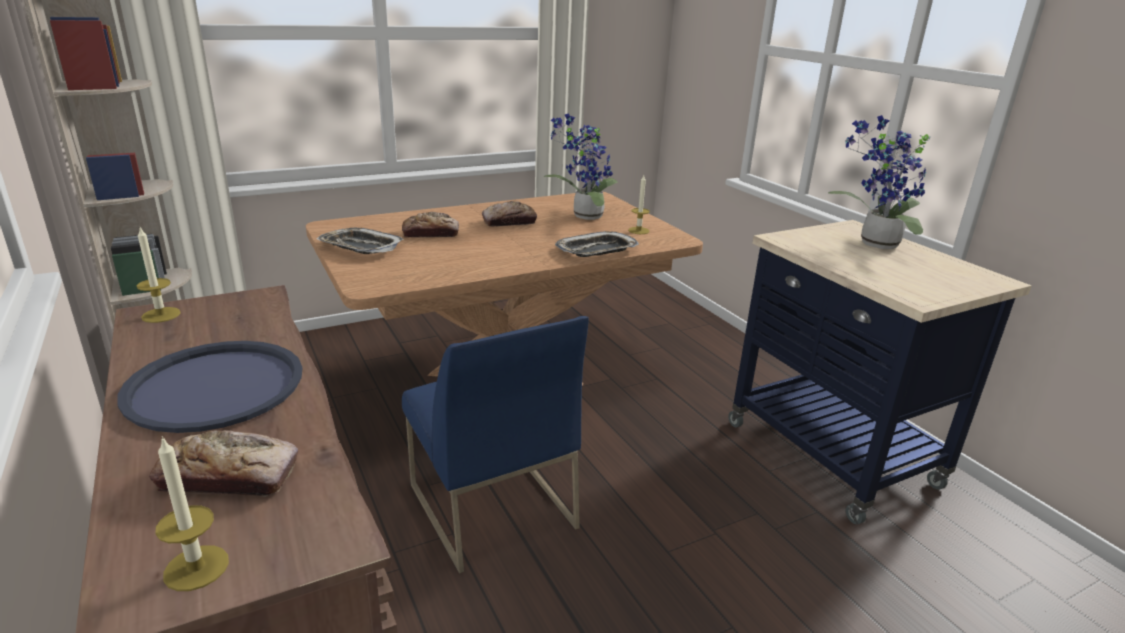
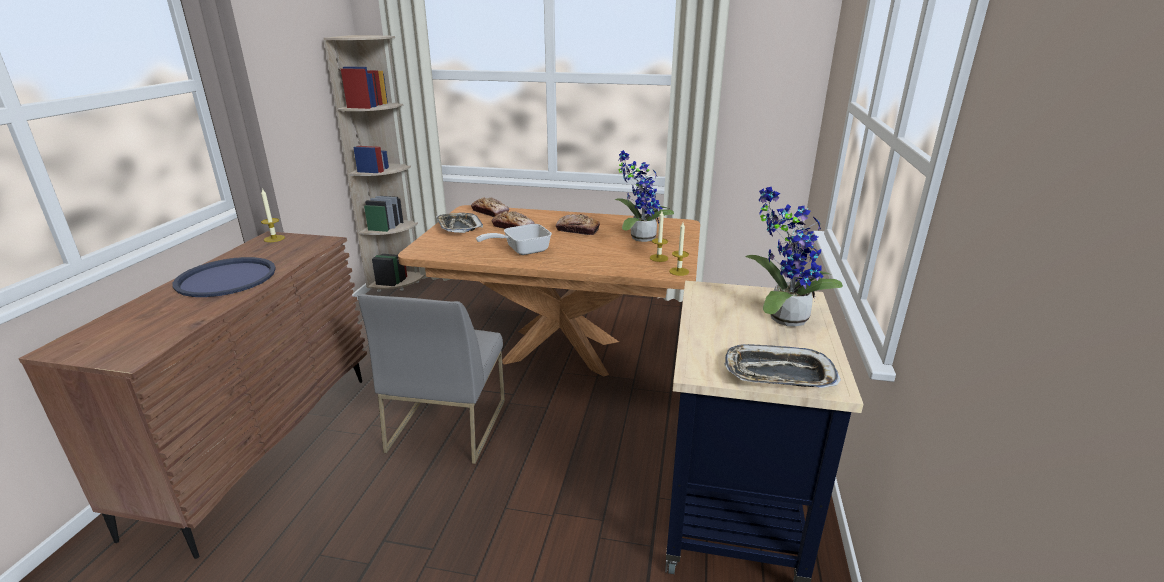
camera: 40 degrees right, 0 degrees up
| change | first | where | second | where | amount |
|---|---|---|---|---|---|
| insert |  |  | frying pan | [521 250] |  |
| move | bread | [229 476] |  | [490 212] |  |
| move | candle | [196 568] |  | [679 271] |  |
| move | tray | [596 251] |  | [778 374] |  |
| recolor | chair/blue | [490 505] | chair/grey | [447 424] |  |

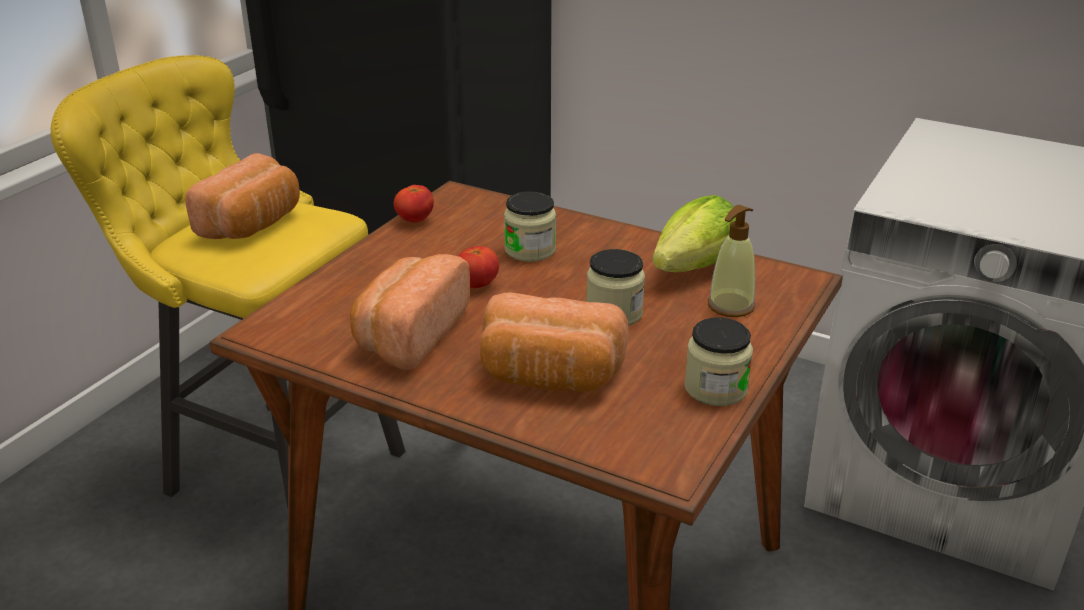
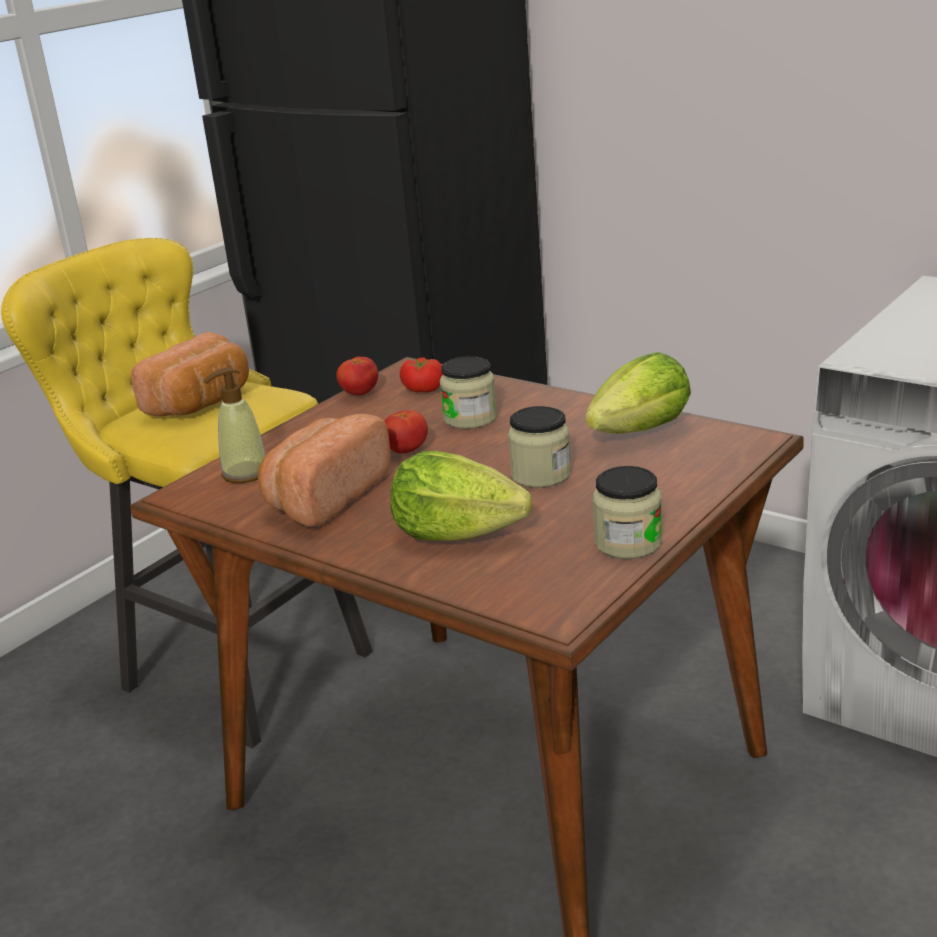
camera: 10 degrees right, 5 degrees down
| change | first | where | second | where | amount |
|---|---|---|---|---|---|
| insert |  |  | tomato | [424 388] |  |
| move | soap dispenser | [730 306] |  | [245 473] |  |
| replace | bread | [550 377] | lettuce | [456 533] |  |

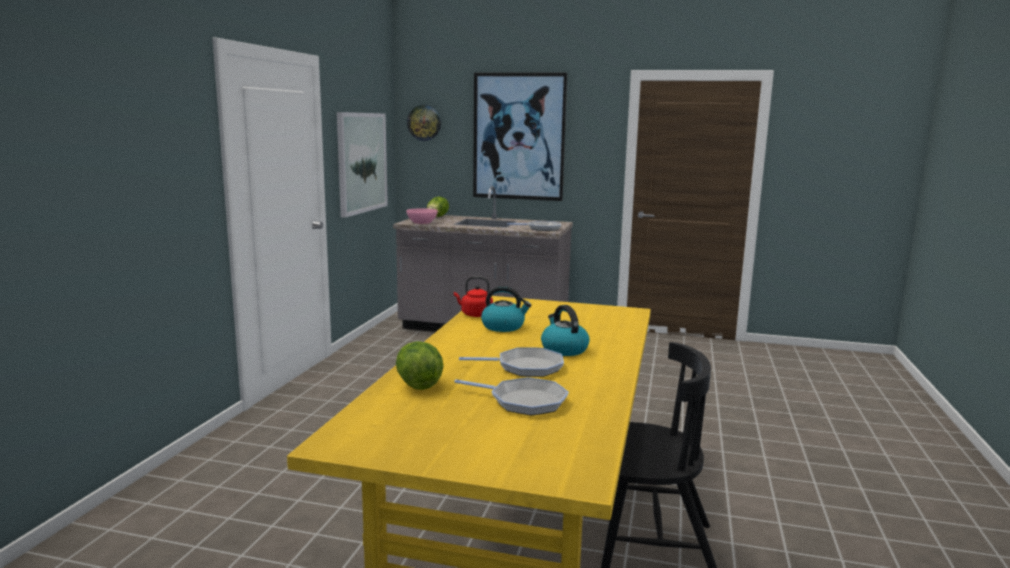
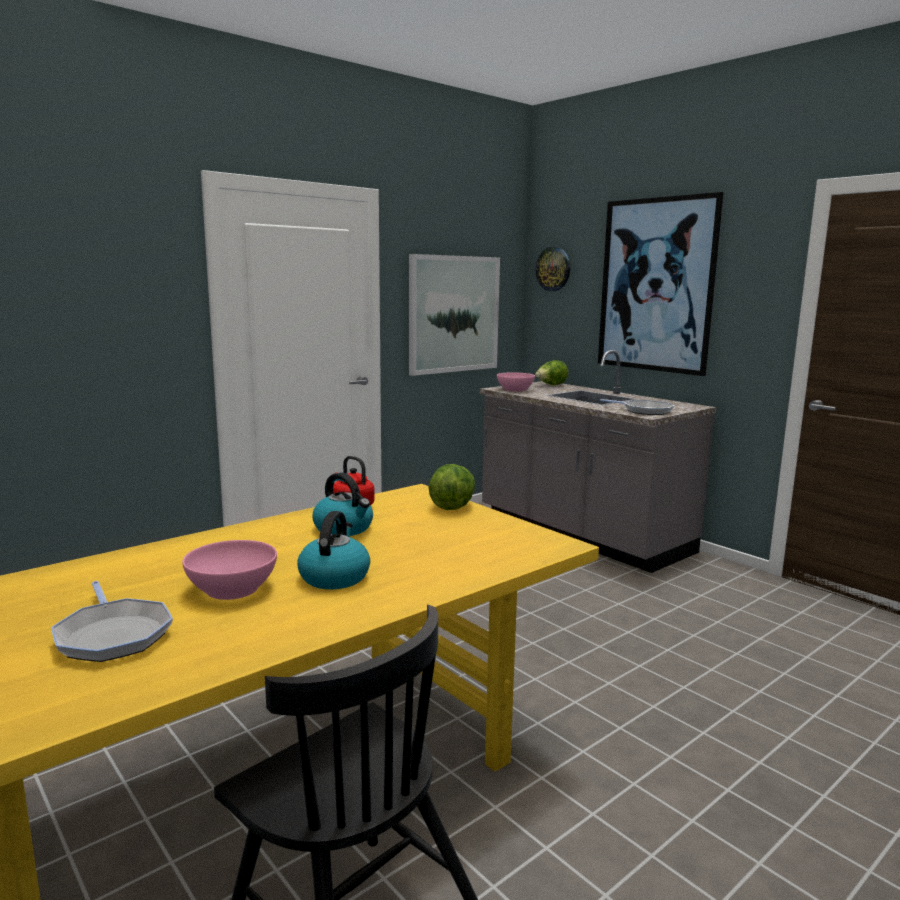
camera: 35 degrees right, 0 degrees up
| change | first | where | second | where | amount |
|---|---|---|---|---|---|
| move | lettuce | [418 384] |  | [452 506] |  |
| replace | frying pan | [525 367] | bowl/pink | [232 588] |  |

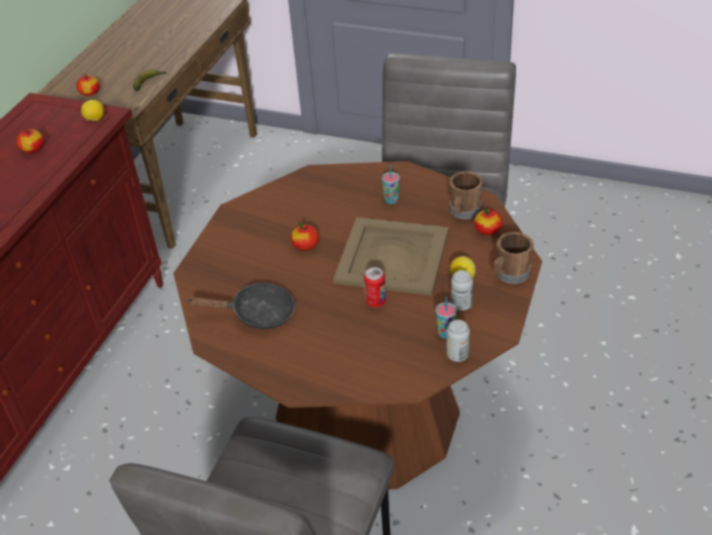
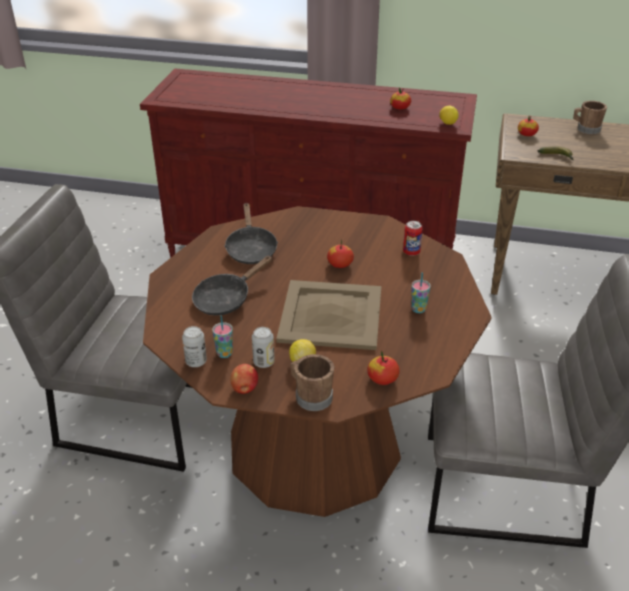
camera: 80 degrees right, 5 degrees down
| change | first | where | second | where | amount |
|---|---|---|---|---|---|
| insert |  |  | frying pan/black | [226 299] |  |
| insert |  |  | apple | [244 389] |  |
| move | can | [375 301] |  | [411 252] |  |
| move | mug/brown | [463 212] |  | [585 129] |  |

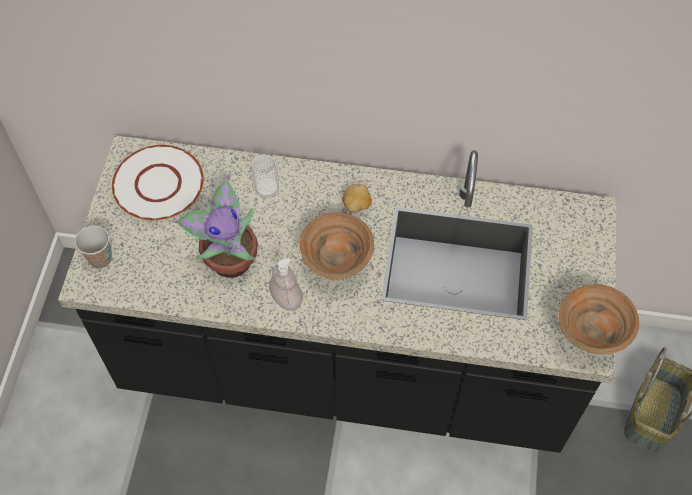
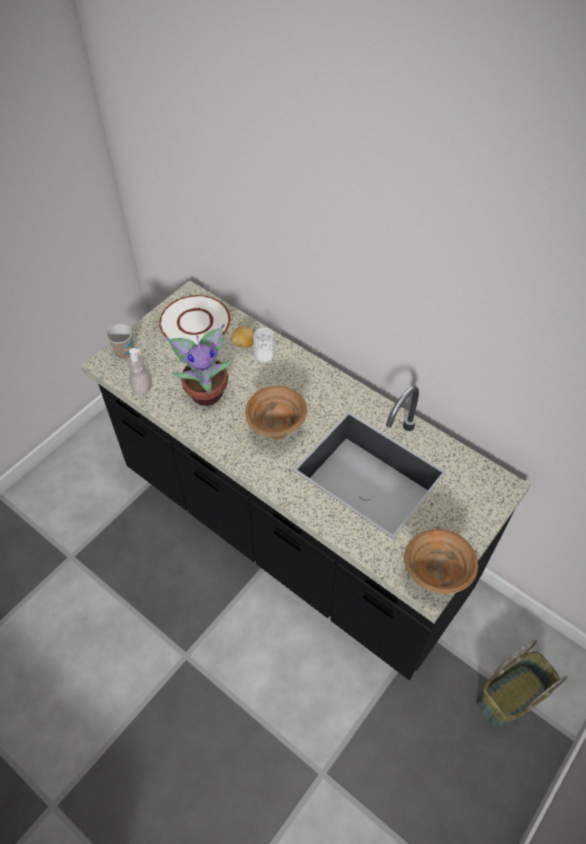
camera: 30 degrees right, 5 degrees down
| change | first | where | second | where | amount |
|---|---|---|---|---|---|
| move | soap dispenser | [286 299] |  | [142 387] |  |
| move | potato | [357 206] |  | [244 344] |  |

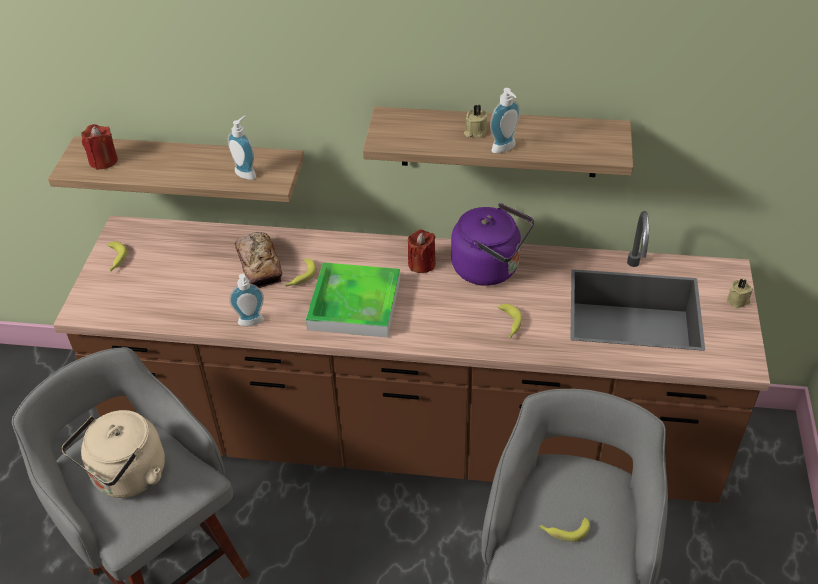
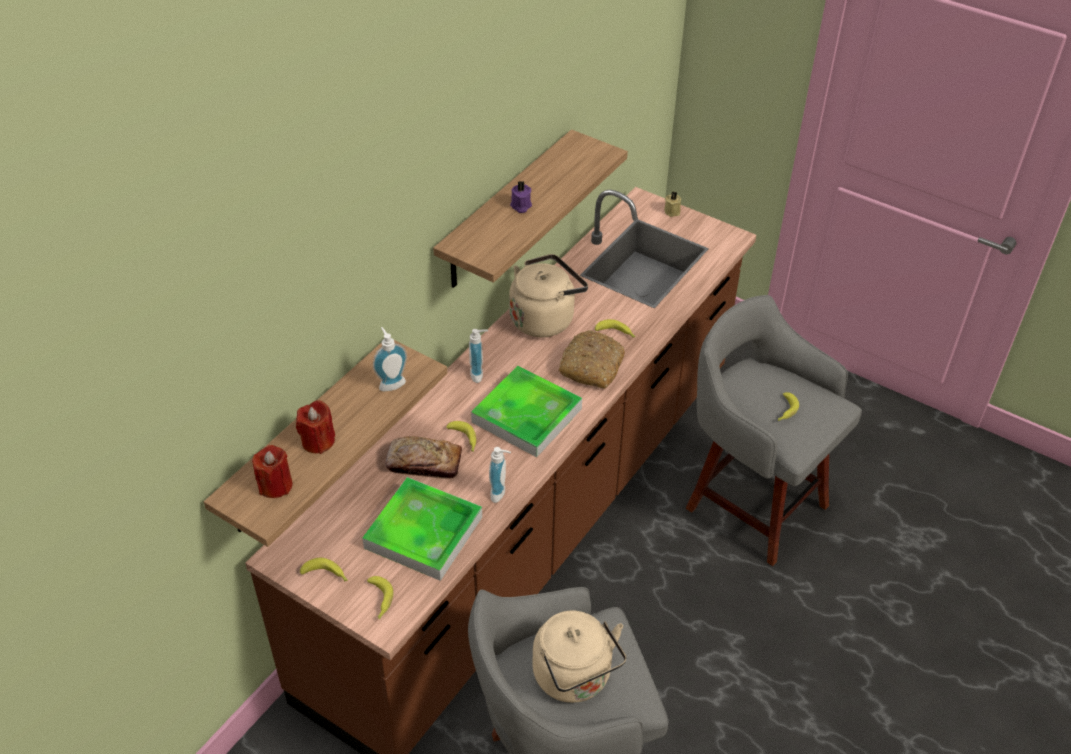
camera: 65 degrees left, 0 degrees up
| change | first | where | second | where | amount |
|---|---|---|---|---|---|
| insert |  |  | tray | [423 532] |  |
| insert |  |  | banana | [379 601] |  |
| insert |  |  | bread | [591 366] |  |
| move | candle/red | [421 264] |  | [318 441] |  |
| move | soap dispenser | [505 149] |  | [479 374] |  |
| recolor | kettle/purple | [490 268] | kettle/beige | [545 318] |  |
| recolor | candle/beige | [475 131] | candle/purple | [520 206] |  |

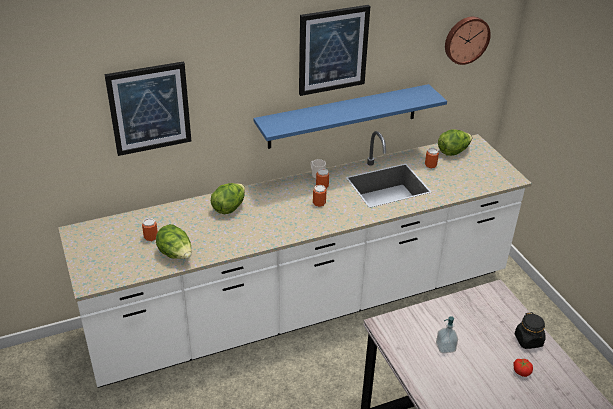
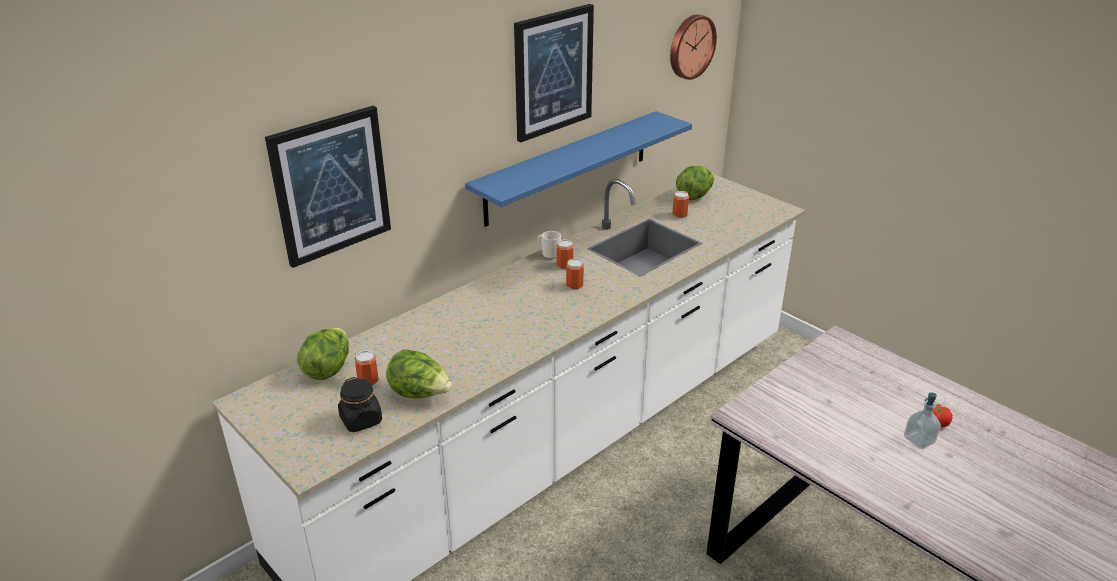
camera: 20 degrees left, 5 degrees down
| change | first | where | second | where | amount |
|---|---|---|---|---|---|
| move | lettuce | [229 207] |  | [328 368] |  |
| move | soap dispenser | [445 347] |  | [919 440] |  |
| move | jar/black | [528 340] |  | [361 420] |  |

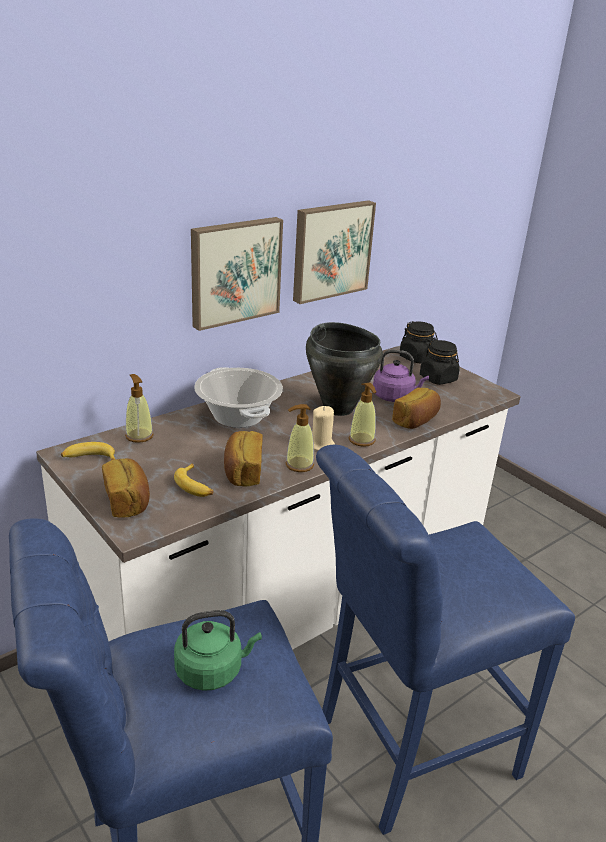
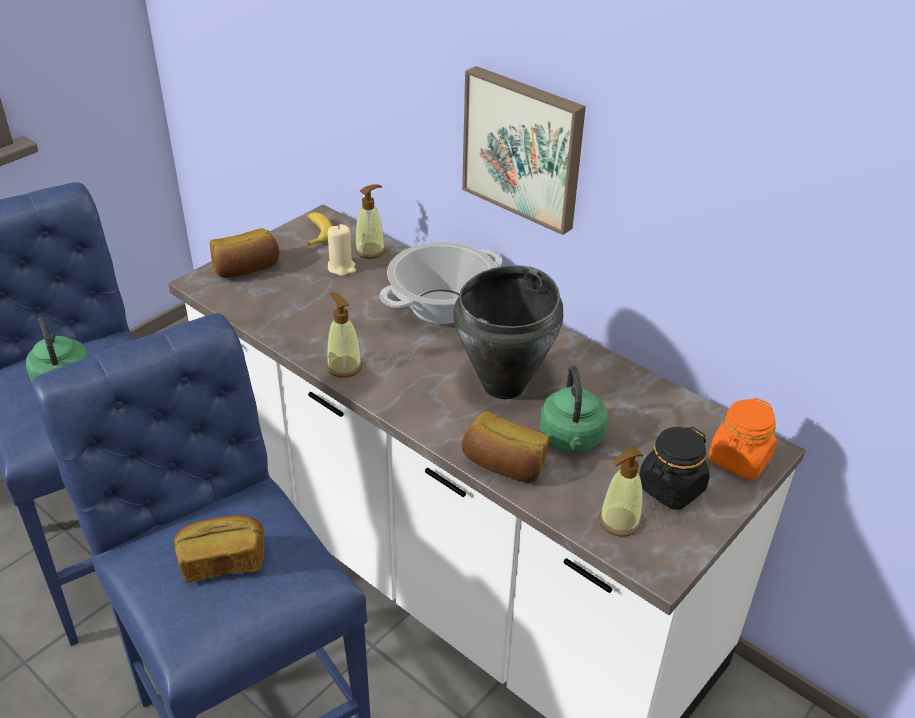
camera: 80 degrees right, 10 degrees up
| change | first | where | second | where | amount |
|---|---|---|---|---|---|
| delete | banana | [195 486] |  |  |  |
| delete | picture | [330 250] |  |  |  |
| move | bread | [242 472] |  | [222 561] |  |
| move | candle/beige | [321 445] |  | [341 268] |  |
| move | soap dispenser | [362 440] |  | [619 522] |  |
| recolor | kettle/purple | [395 397] | kettle/green | [572 439] |  |
| recolor | jar/black | [417 358] | jar/orange | [739 460] |  |

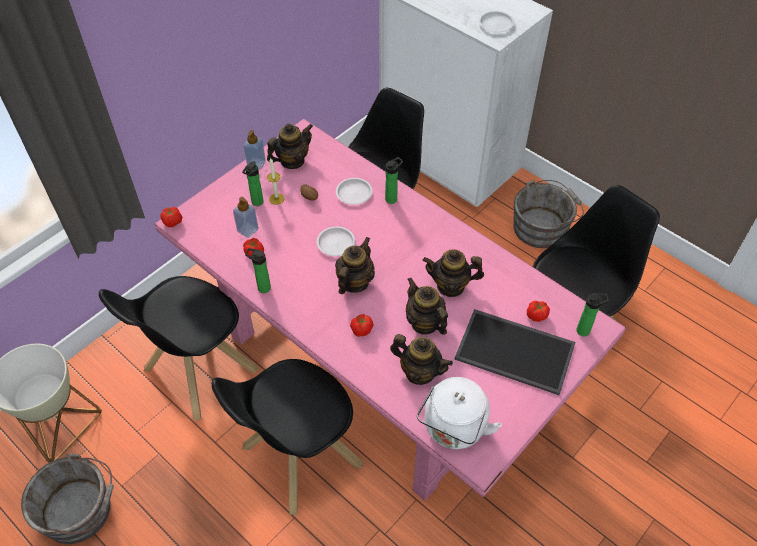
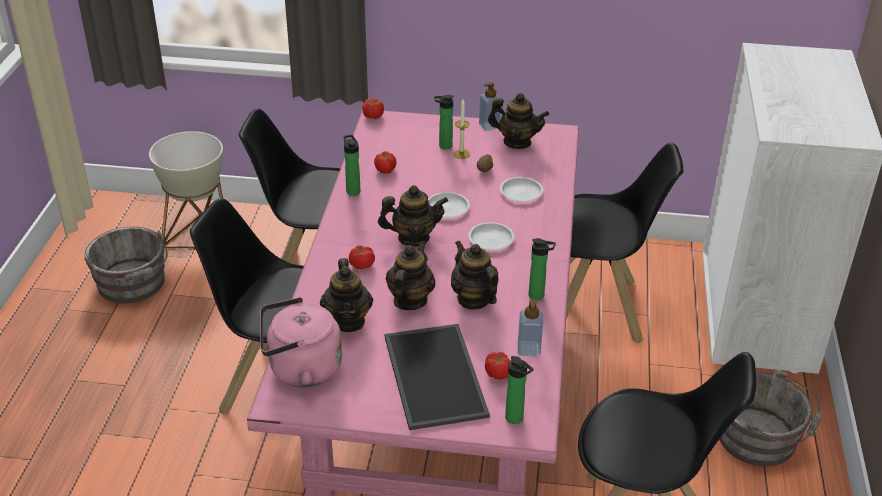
camera: 55 degrees right, 15 degrees down
| change | first | where | second | where | amount |
|---|---|---|---|---|---|
| move | soap dispenser | [248 230] |  | [529 349] |  |
| move | bottle | [392 198] |  | [539 296] |  |
| move | plate/white | [496 24] |  | [490 239] |  |
| recolor | kettle/white | [453 429] | kettle/pink | [300 369] |  |

